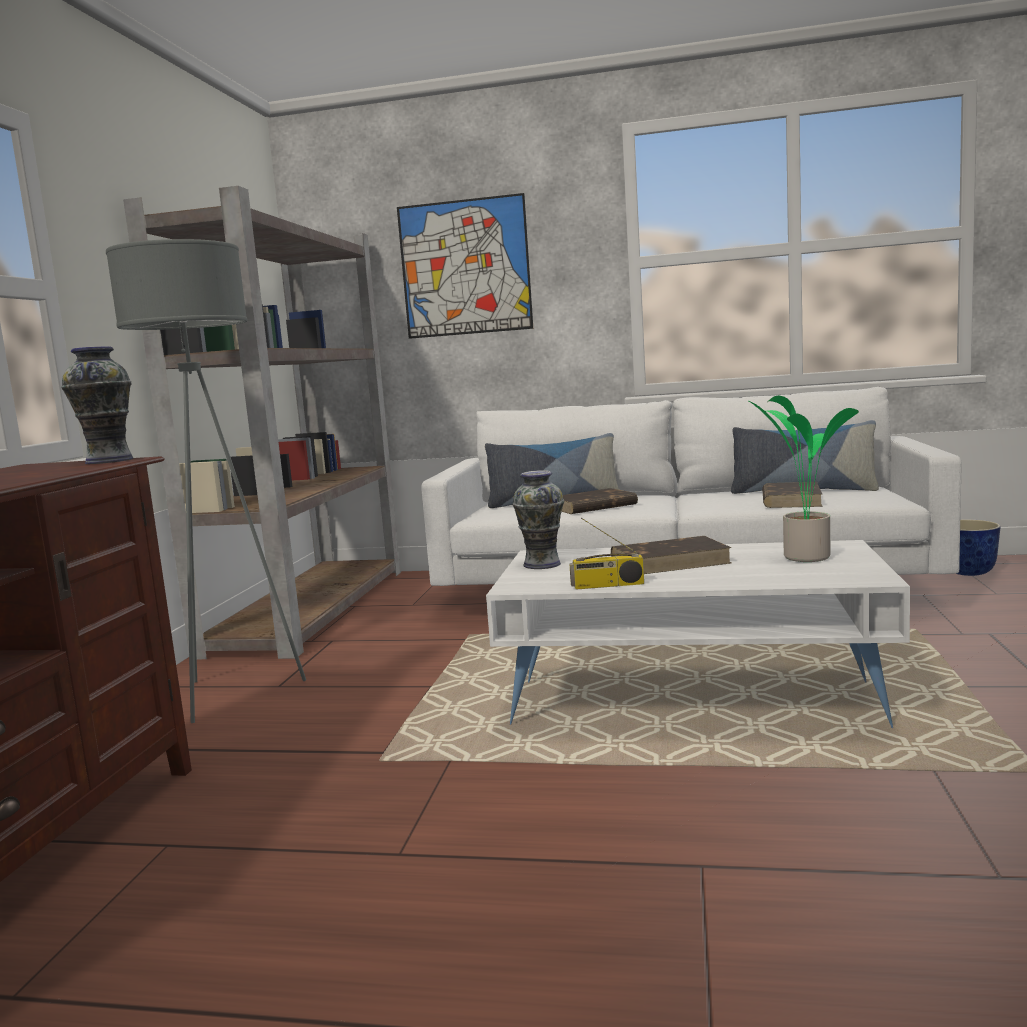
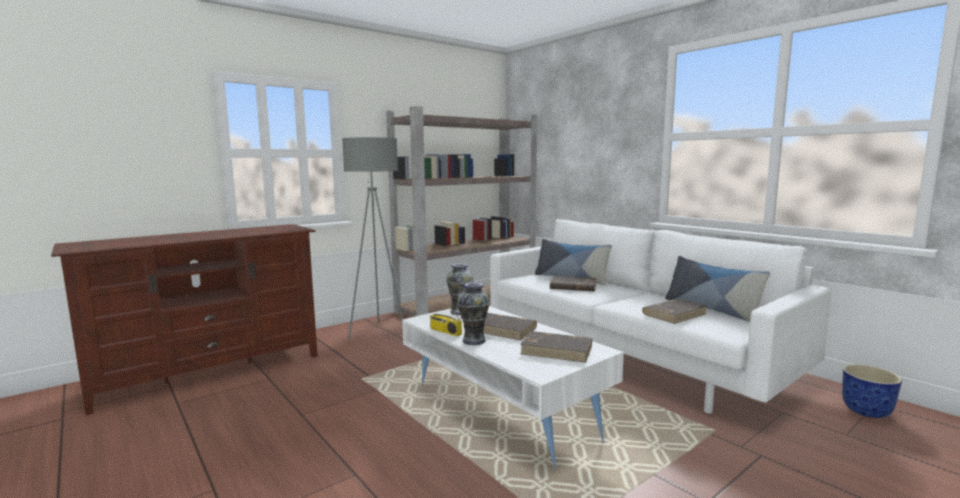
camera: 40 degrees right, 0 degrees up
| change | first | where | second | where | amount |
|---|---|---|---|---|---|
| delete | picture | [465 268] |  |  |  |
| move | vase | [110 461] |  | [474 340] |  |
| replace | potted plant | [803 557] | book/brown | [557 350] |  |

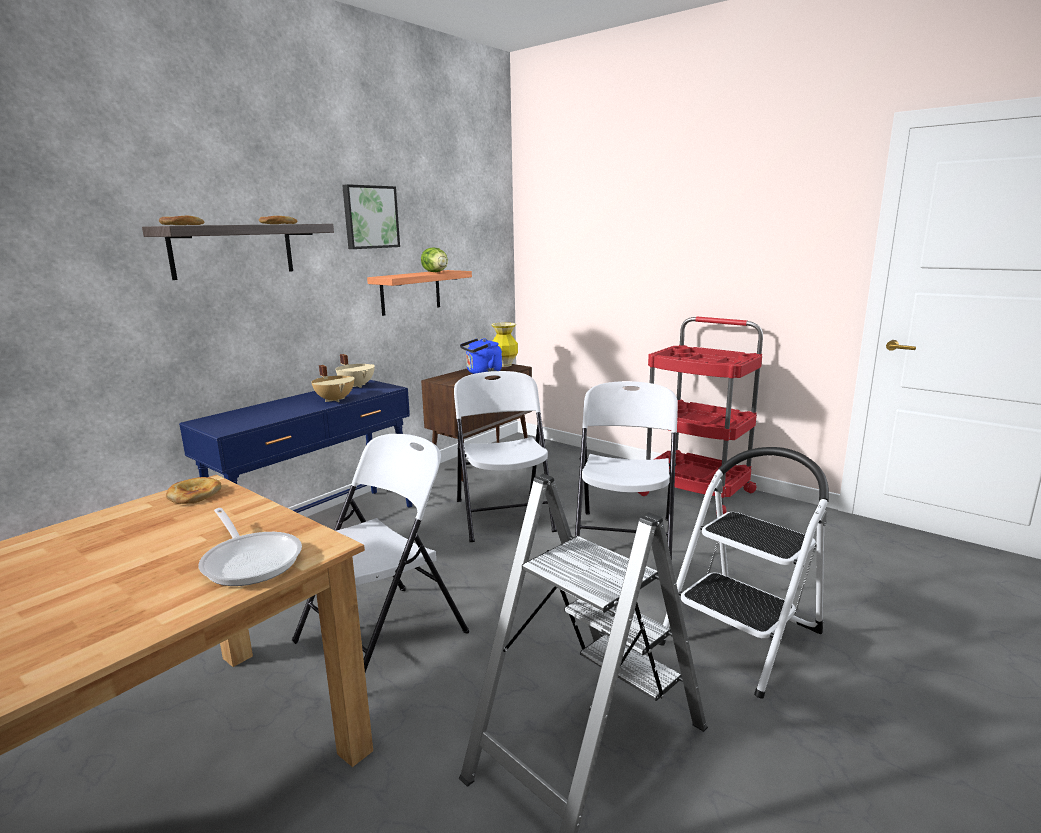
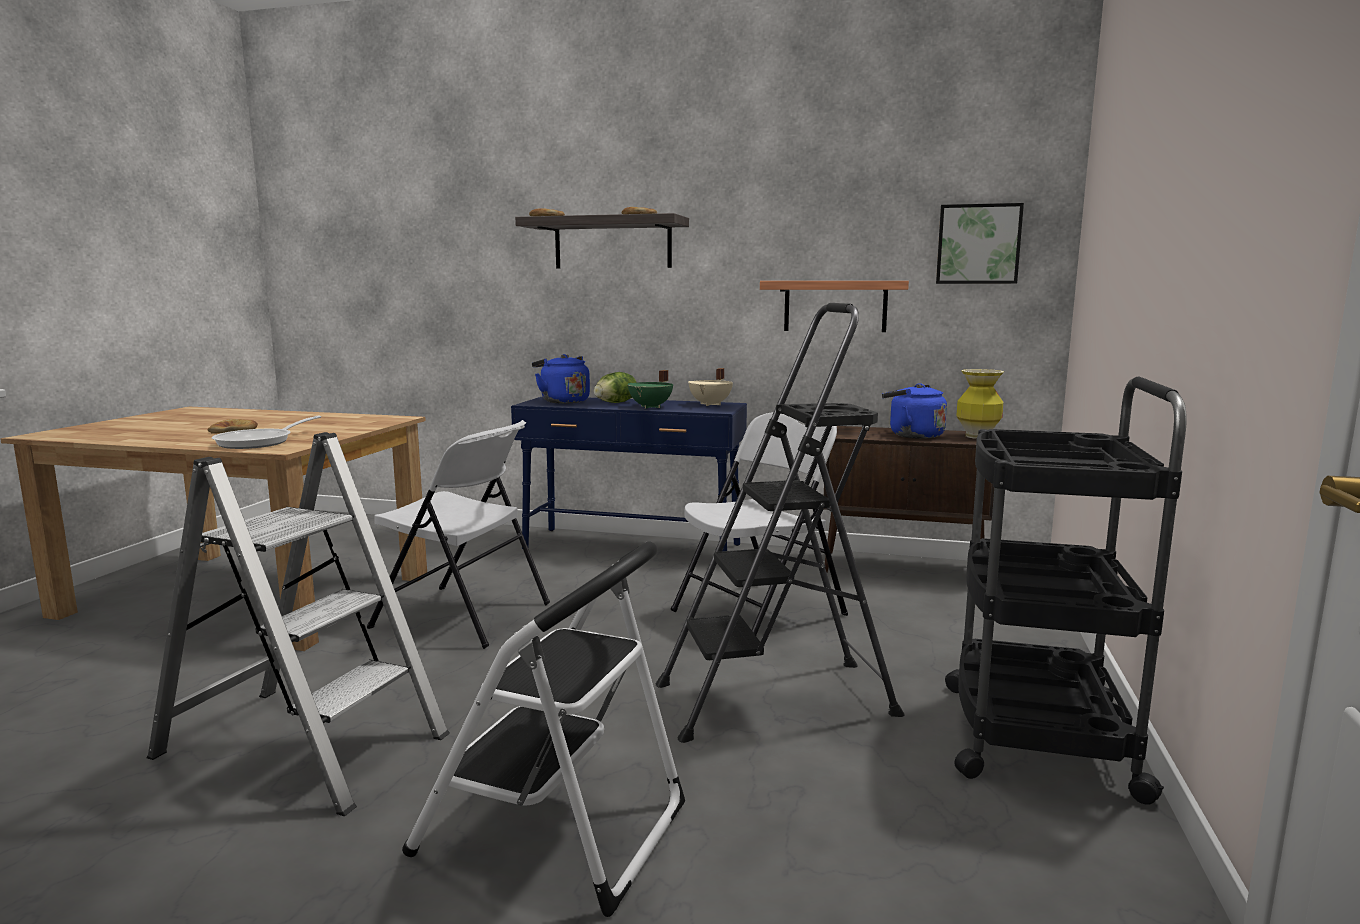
camera: 65 degrees right, 5 degrees down
| change | first | where | second | where | amount |
|---|---|---|---|---|---|
| insert |  |  | kettle/blue | [562 401] |  |
| move | bread | [194 494] |  | [234 430] |  |
| move | picture | [370 217] |  | [978 244] |  |
| move | lettuce | [436 272] |  | [616 403] |  |
| replace | chair/white | [625 538] | step ladder | [778 698] |  |
| recolor | cooking pot/beige | [335 400] | cooking pot/green | [651 407] |  |
| recolor | cart/red | [695 493] | cart/black | [1036 738] |  |

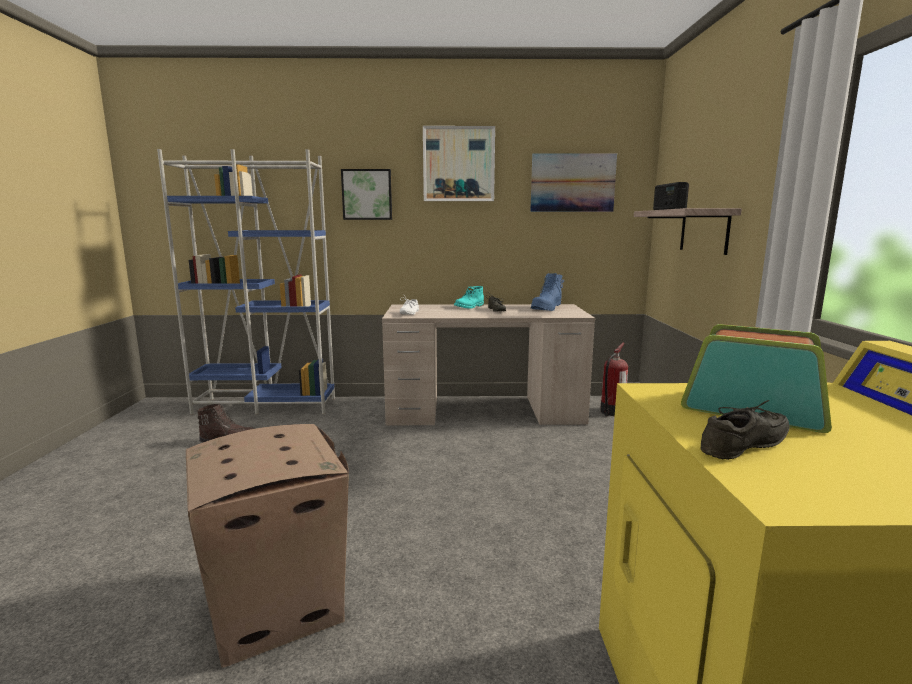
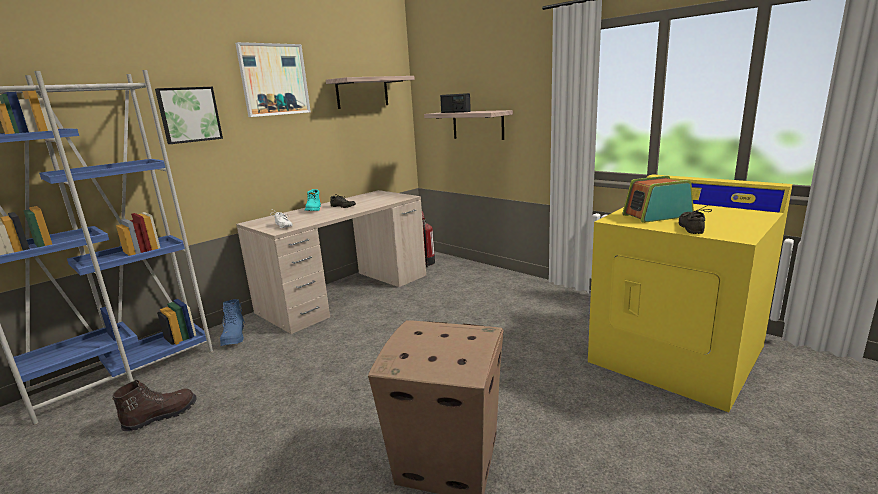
camera: 45 degrees left, 5 degrees up
| change | first | where | second | where | amount |
|---|---|---|---|---|---|
| move | boot/blue | [547 308] |  | [234 337] |  |
| replace | picture | [572 183] | shelf | [362 92] |  |

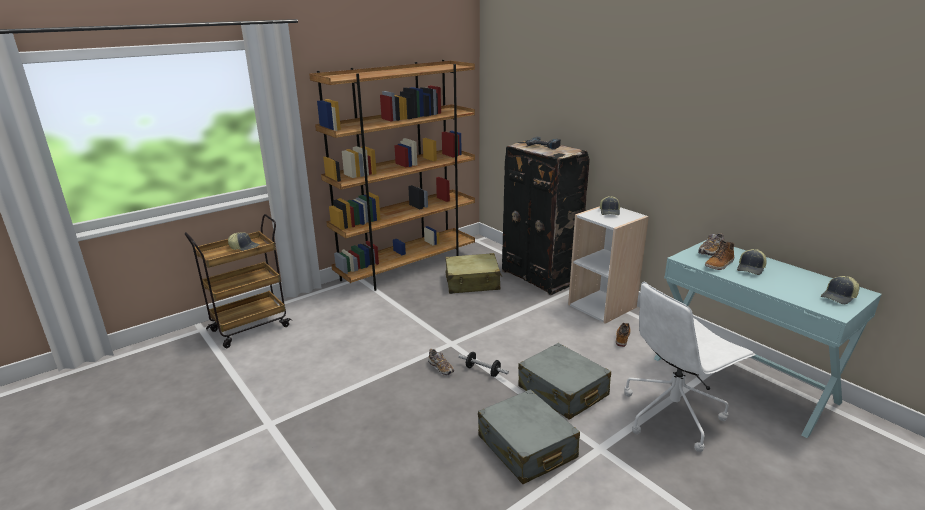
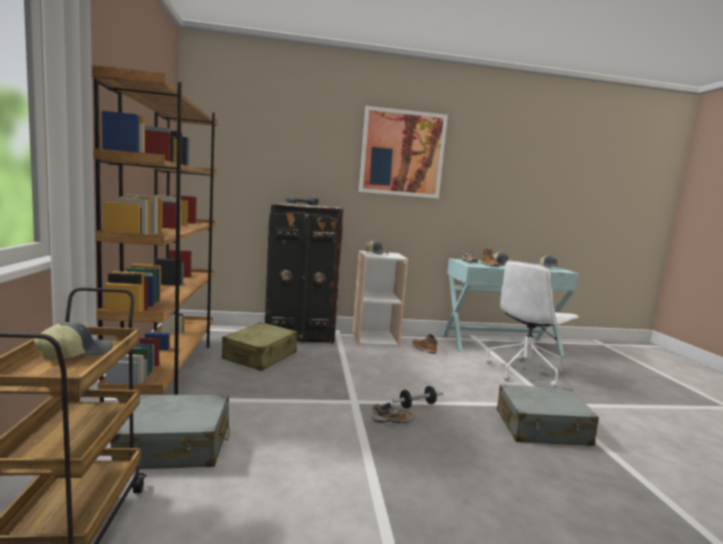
camera: 60 degrees left, 15 degrees down
| change | first | where | second | where | amount |
|---|---|---|---|---|---|
| insert |  |  | picture | [402 153] |  |
| move | suitcase/grey | [562 391] |  | [176 447] |  |
| rotate | office chair/white | [675 414] |  | [526 371] | 45 degrees clockwise |

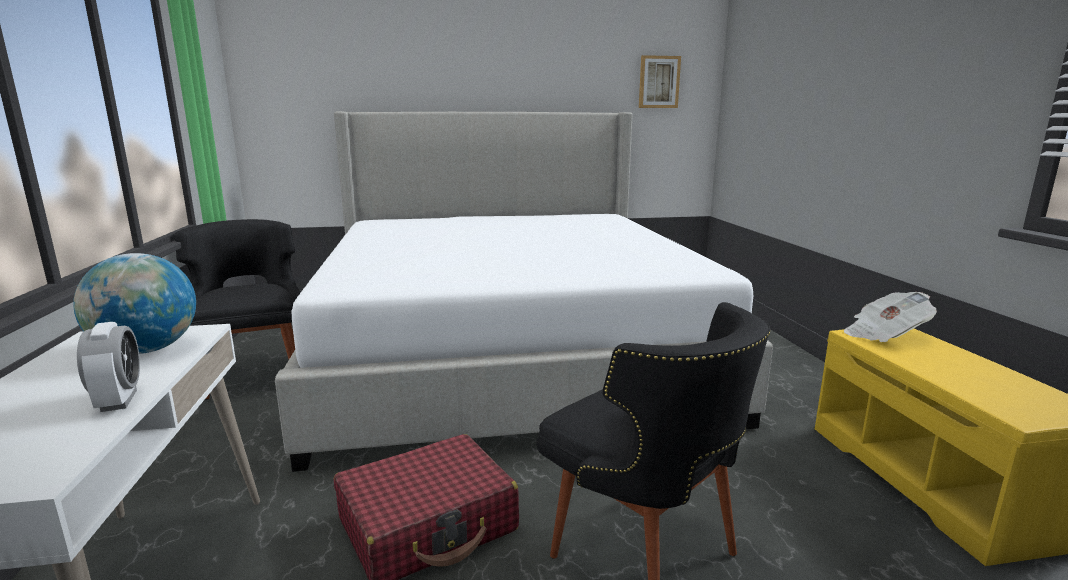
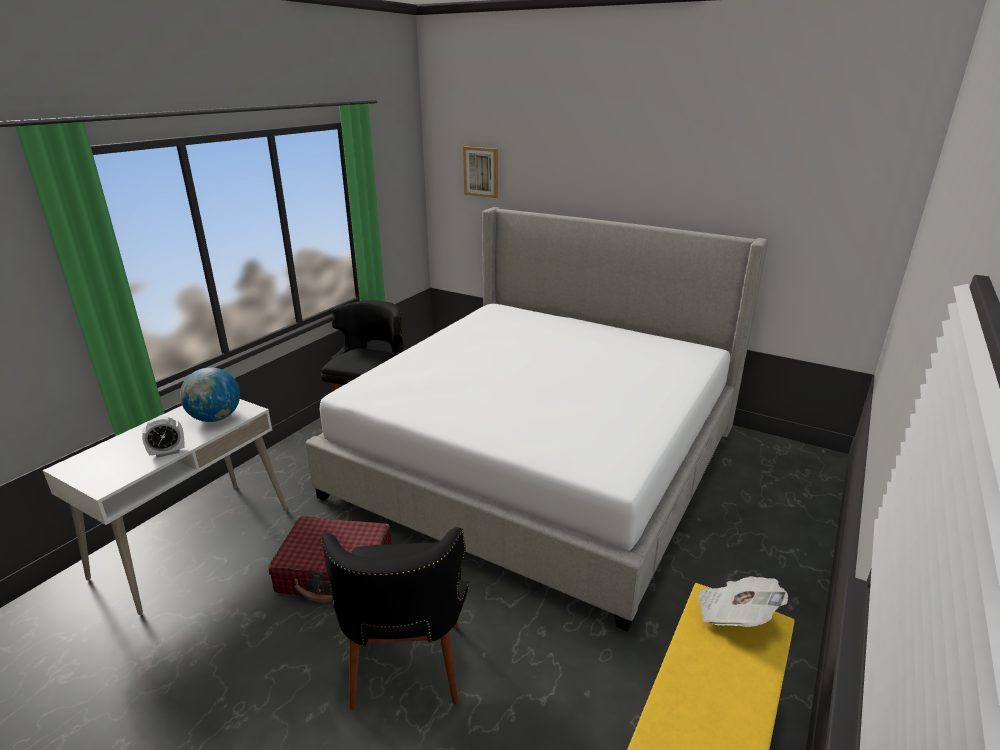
camera: 40 degrees right, 10 degrees up
| change | first | where | second | where | amount |
|---|---|---|---|---|---|
| move | picture | [659 82] |  | [481 172] |  |
| rotate | alarm clock | [119 400] |  | [168 452] | 45 degrees clockwise |

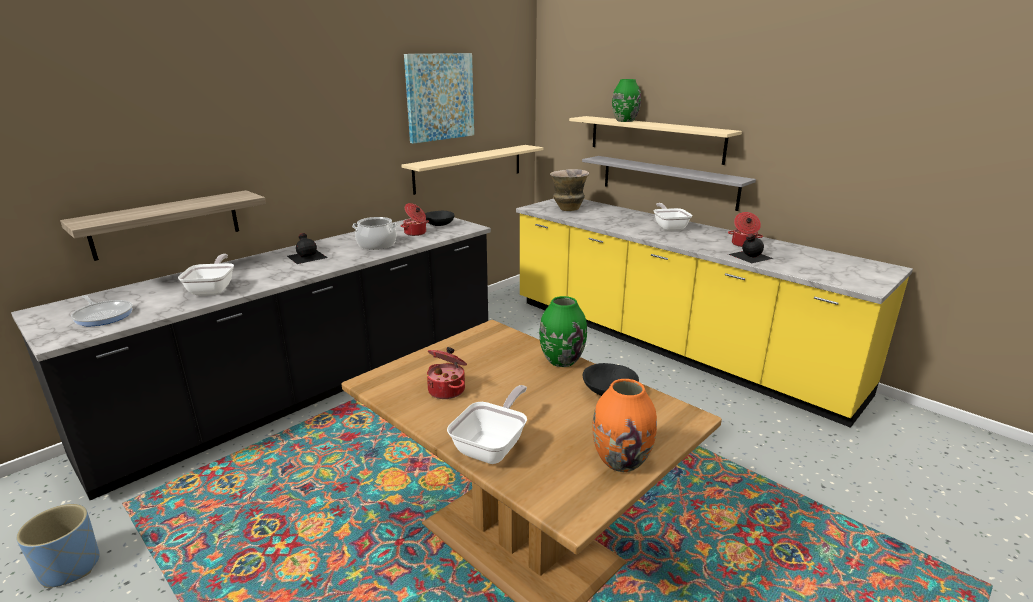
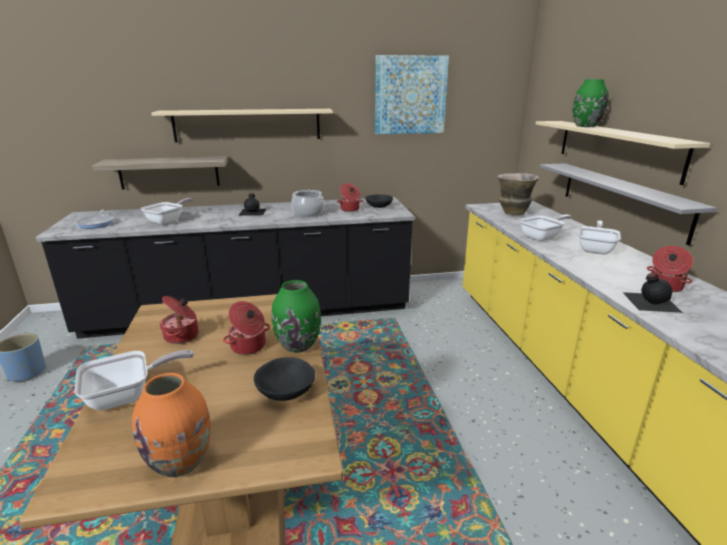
camera: 35 degrees right, 0 degrees up
| change | first | where | second | where | amount |
|---|---|---|---|---|---|
| insert |  |  | cooking pot | [249 346] |  |
| insert |  |  | frying pan | [542 237] |  |
| move | shelf/beige | [469 168] |  | [247 125] |  |

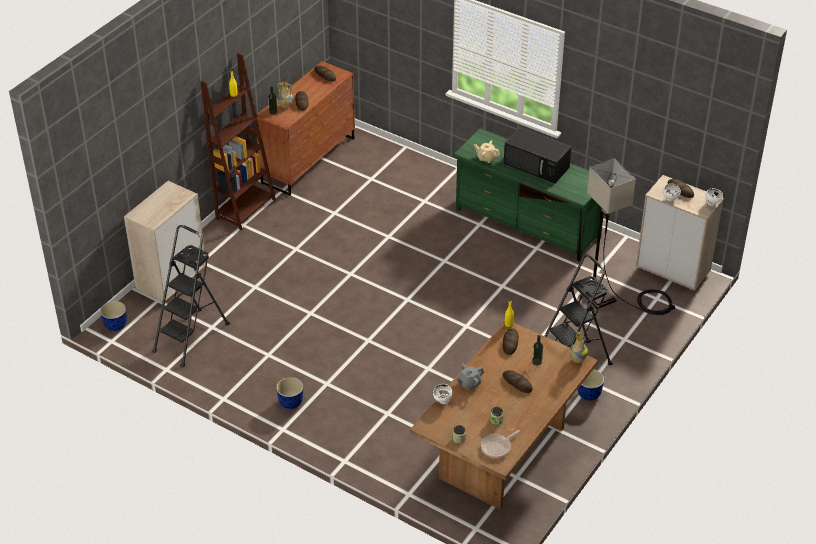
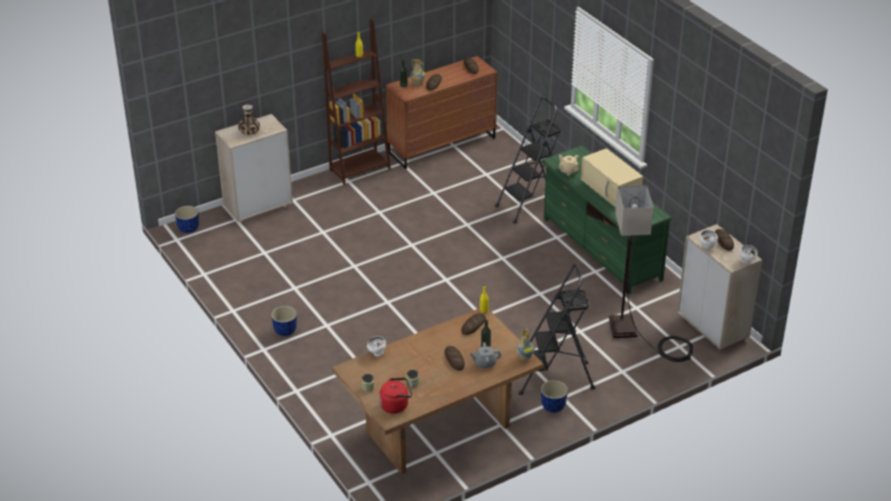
camera: 25 degrees right, 5 degrees down
| change | first | where | second | where | amount |
|---|---|---|---|---|---|
| insert |  |  | vase | [249 131] |  |
| move | step ladder | [192 336] |  | [532 204] |  |
| move | teapot/grey | [469 383] |  | [485 363] |  |
| replace | frying pan | [497 447] | kettle/red | [396 405] |  |
| recolor | microwave/black | [537 165] | microwave/beige | [611 189] |  |

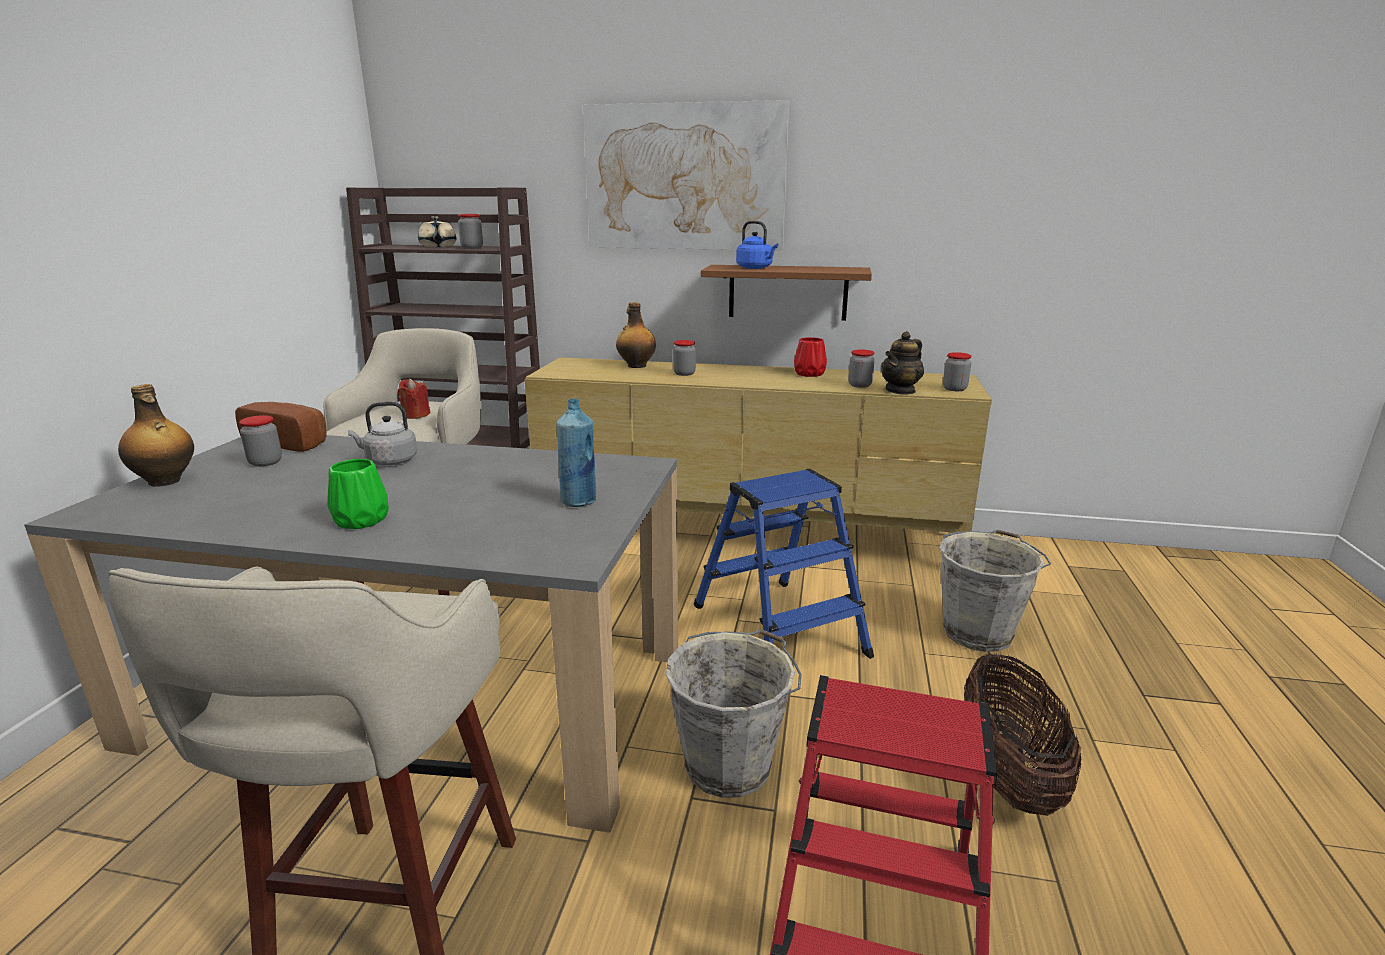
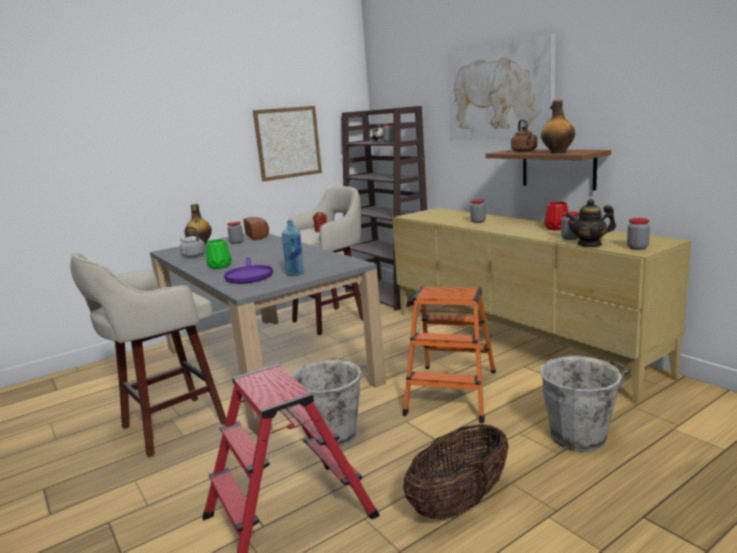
camera: 45 degrees right, 5 degrees down
| change | first | where | second | where | amount |
|---|---|---|---|---|---|
| insert |  |  | frying pan/purple | [248 275] |  |
| insert |  |  | picture | [288 142] |  |
| move | kettle/grey | [389 461] |  | [193 256] |  |
| move | bottle | [636 366] |  | [557 152] |  |
| recolor | step ladder/blue | [778 629] | step ladder/orange | [452 391] |  |
| recolor | kettle/blue | [756 268] | kettle/brown | [524 151] |  |

